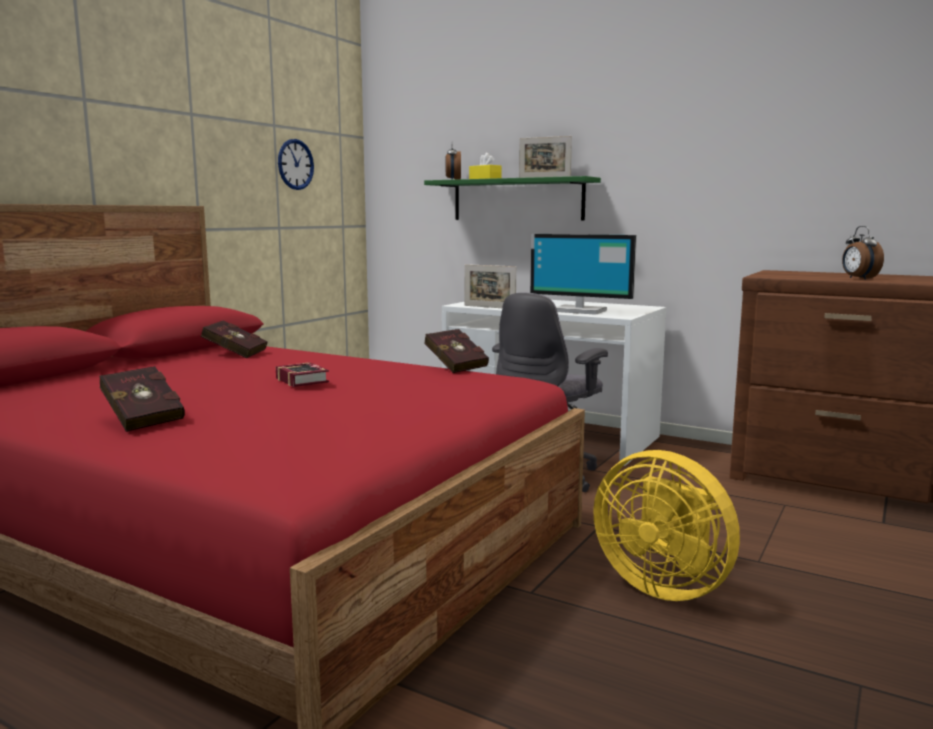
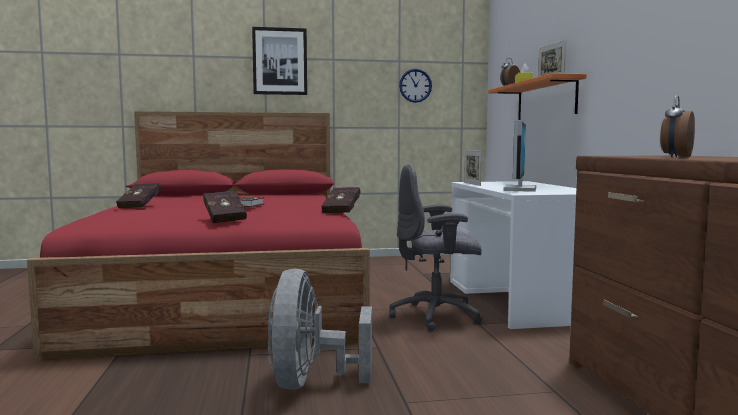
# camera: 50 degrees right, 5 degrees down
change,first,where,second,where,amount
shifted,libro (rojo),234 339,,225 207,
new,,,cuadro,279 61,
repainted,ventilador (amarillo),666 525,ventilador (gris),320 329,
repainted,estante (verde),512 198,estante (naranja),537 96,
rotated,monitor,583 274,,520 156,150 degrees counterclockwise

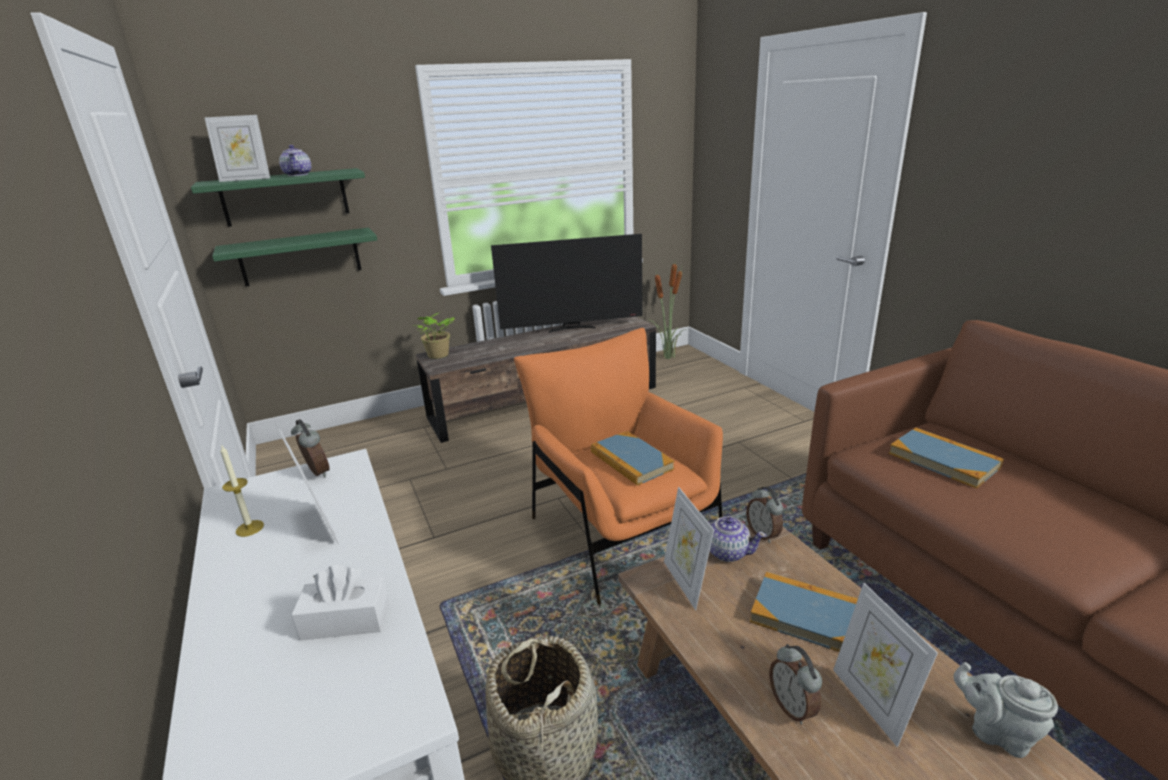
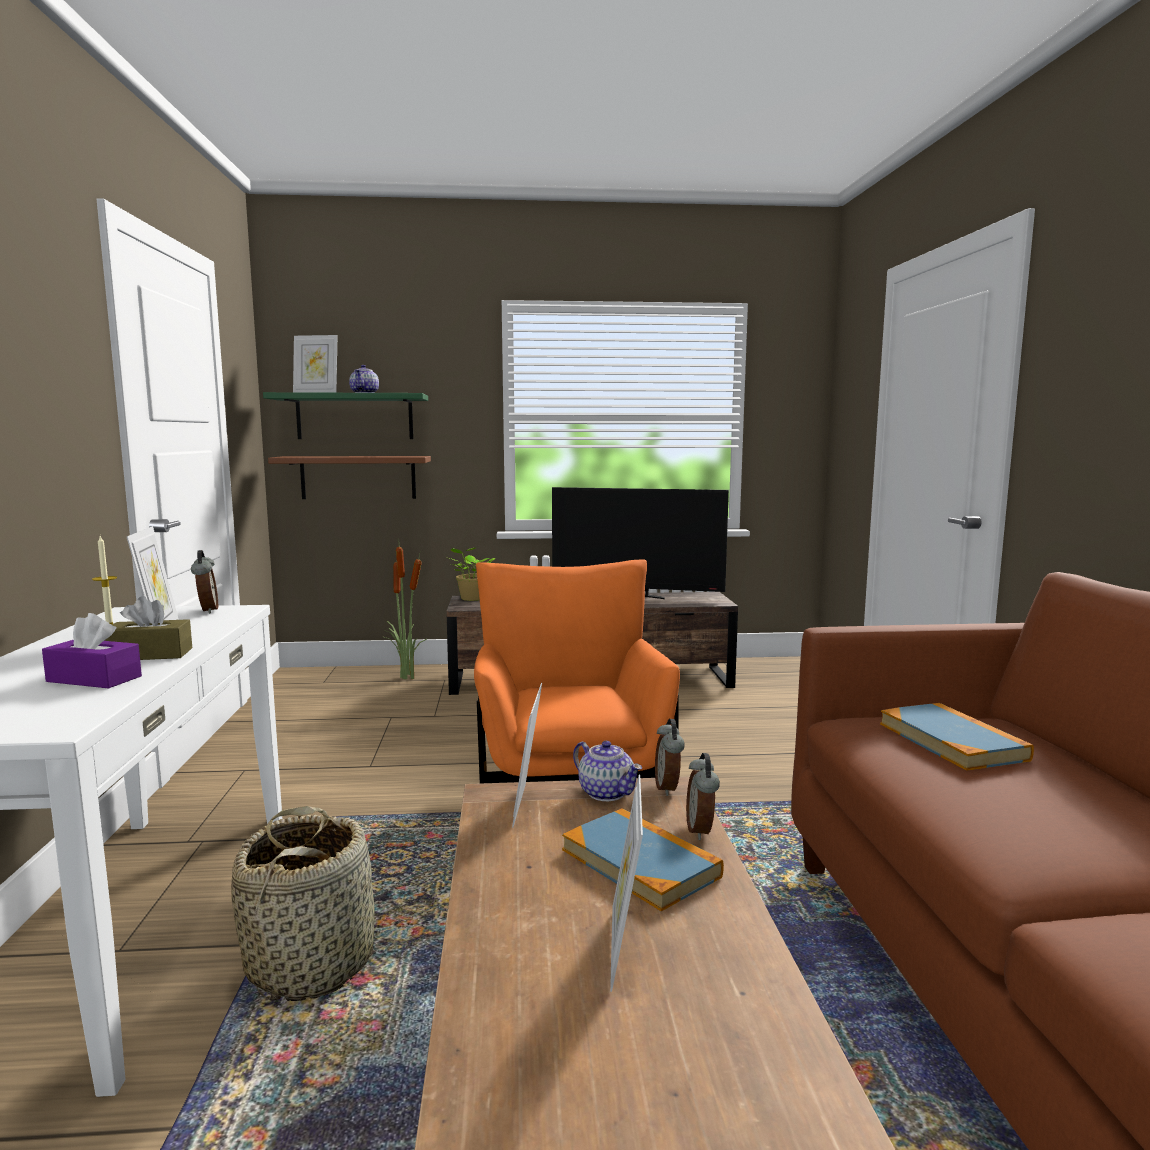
# camera: 20 degrees right, 15 degrees down
change,first,where,second,where,amount
repainted,caja de pañuelos (blanco),340 603,caja de pañuelos (morado),92 650,
new,,,caja de pañuelos (marrón),148 628,
repainted,estante (verde),294 257,estante (marrón),349 477,
shifted,planta en maceta,668 309,,405 612,
shifted,despertador,795 684,,703 796,
gone,libro,633 458,,,
gone,tetera (gris),1006 710,,,

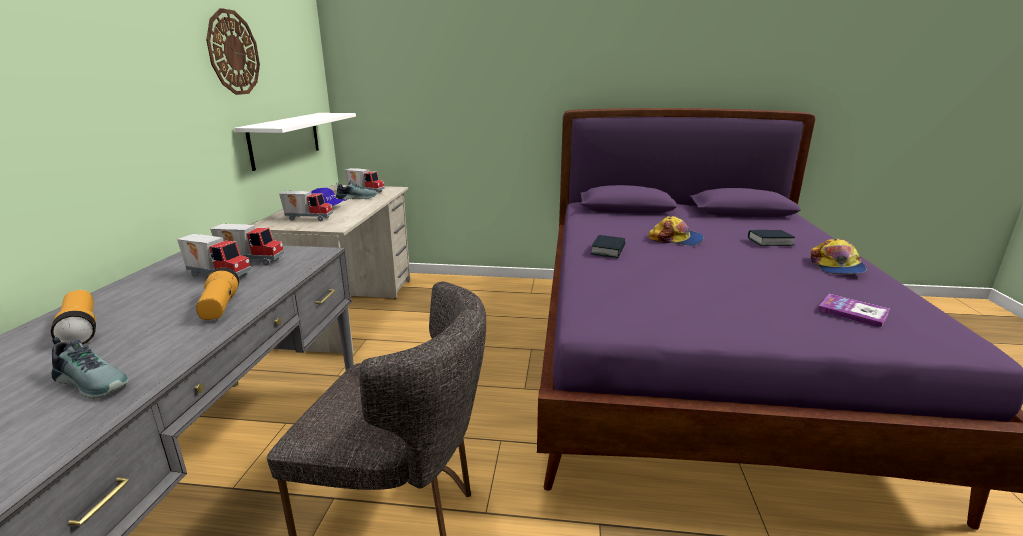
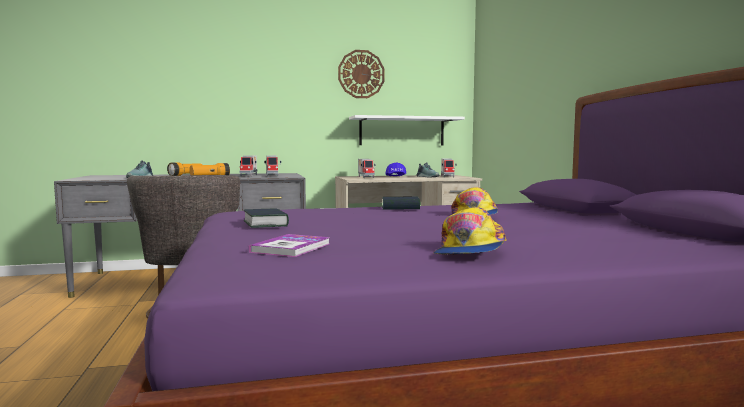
# camera: 70 degrees right, 15 degrees down
change,first,where,second,where,amount
shifted,libro,771 238,,266 218,
rotated,gorra,839 256,,470 231,60 degrees counterclockwise

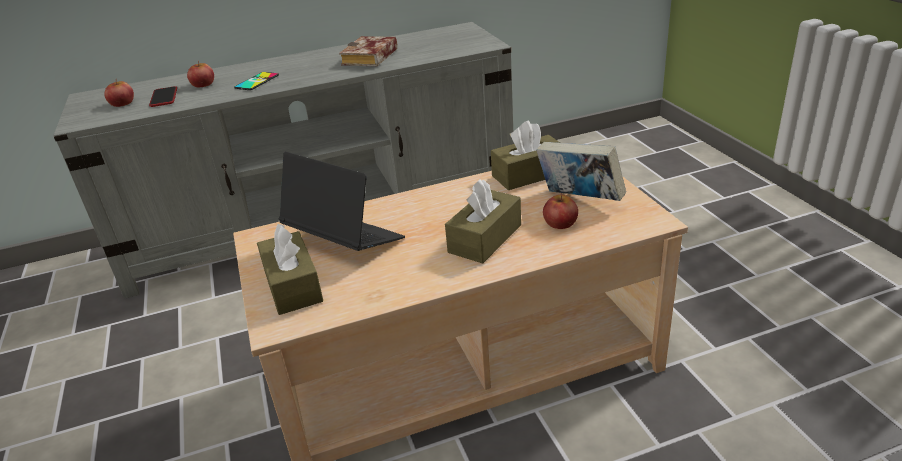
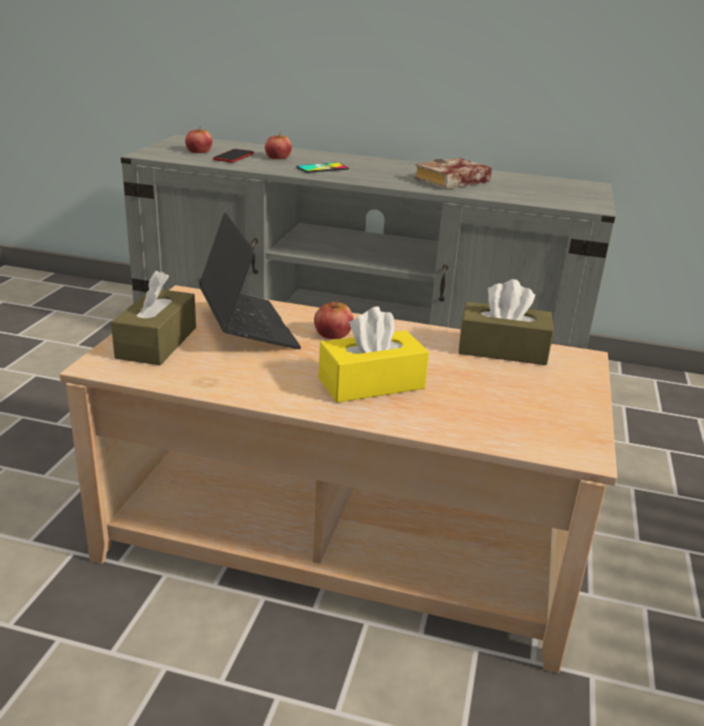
# camera: 30 degrees right, 5 degrees down
change,first,where,second,where,amount
shifted,manzana,560 211,,334 319,
repainted,caja de pañuelos (marrón),483 221,caja de pañuelos (amarillo),374 354,
gone,libro,581 171,,,

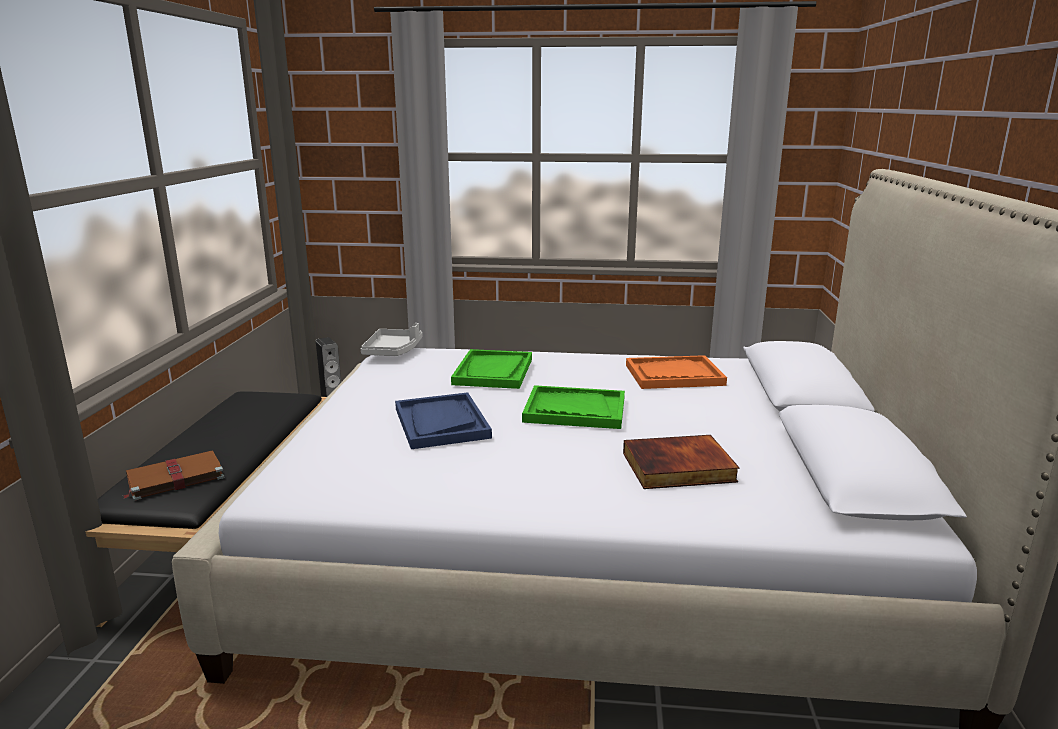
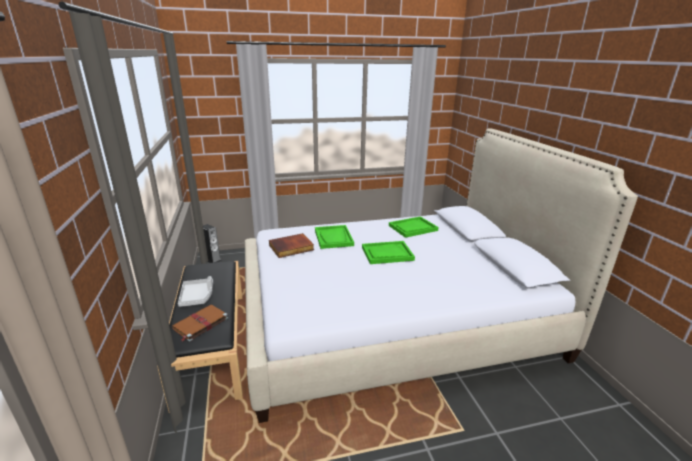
# camera: 20 degrees left, 5 degrees up
change,first,where,second,where,amount
shifted,bandeja (gris),391 339,,195 291,
shifted,libro,681 462,,291 245,
repainted,bandeja (naranja),676 372,bandeja (verde),414 227,
gone,bandeja (azul),443 420,,,

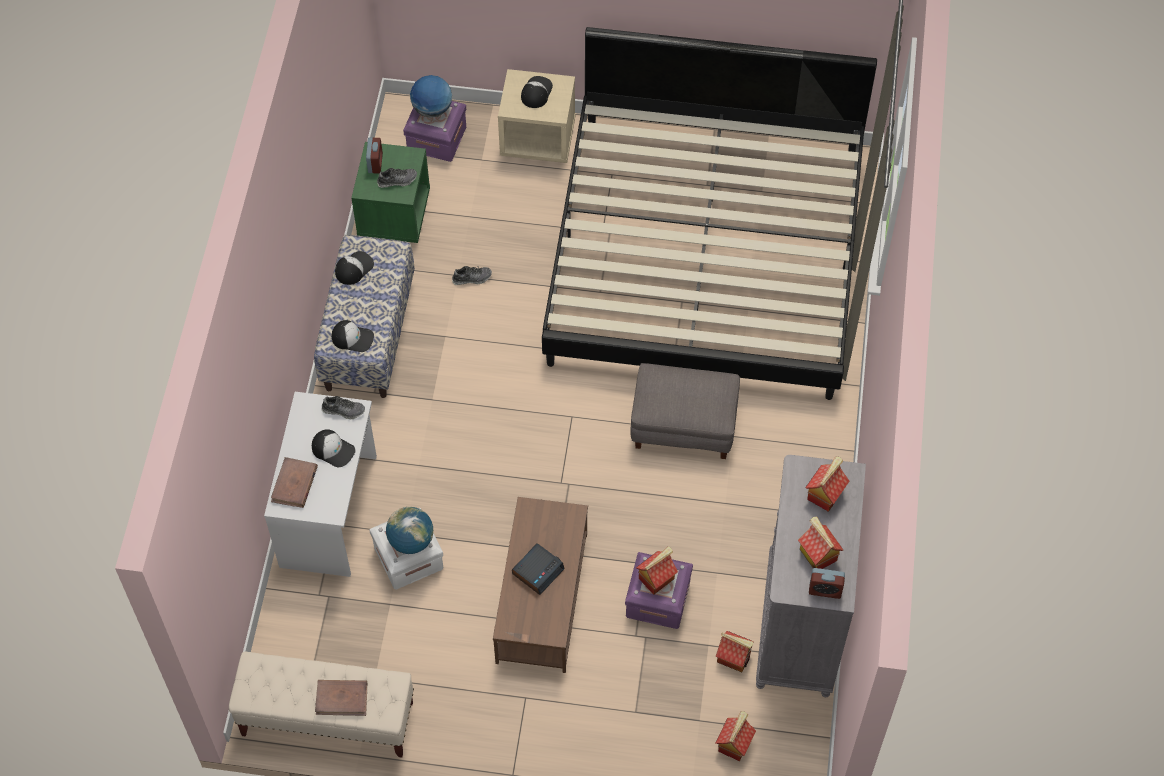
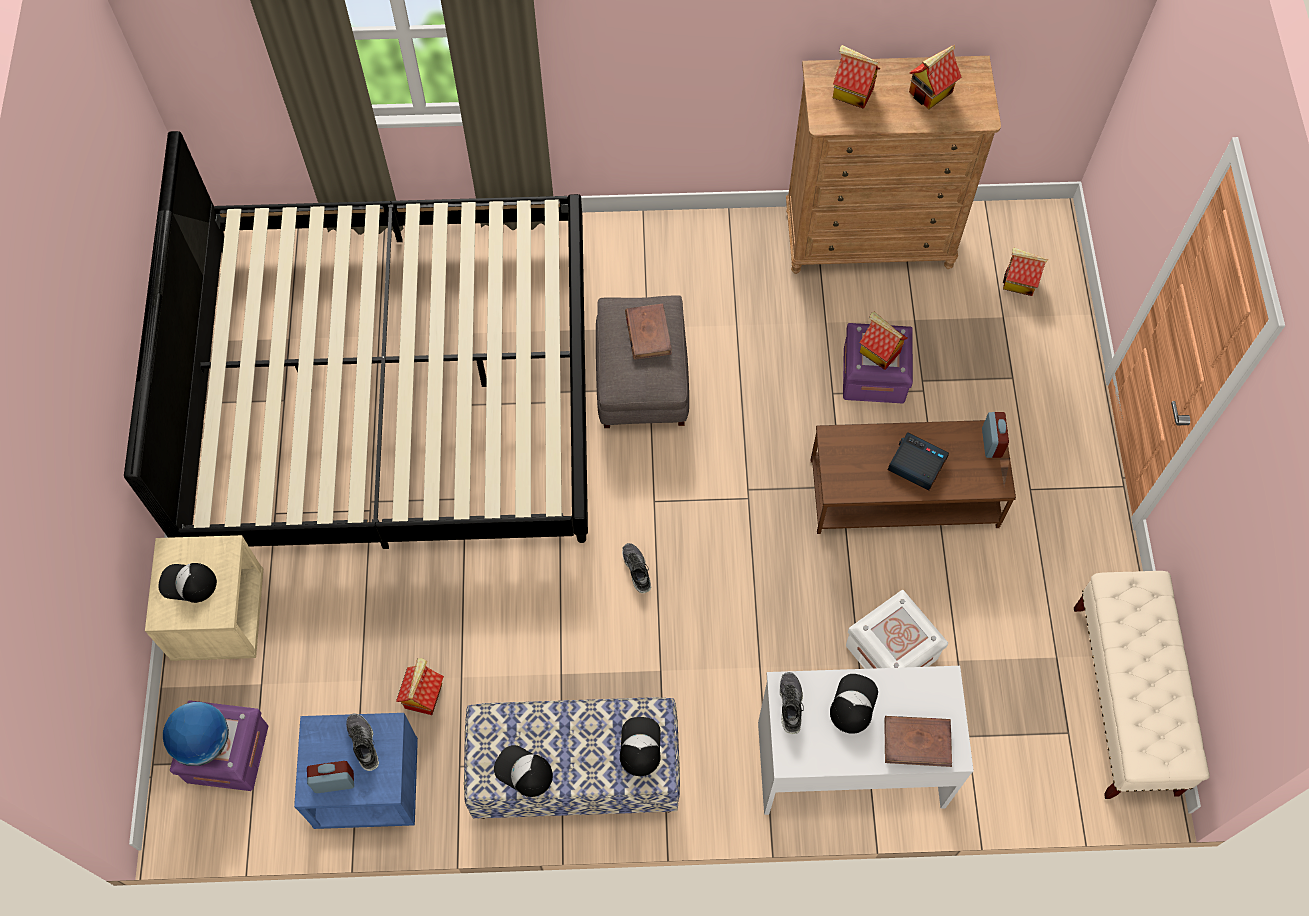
# camera: 100 degrees left, 5 degrees up
change,first,where,second,where,amount
repainted,mesita de noche (verde),391 192,mesita de noche (azul),356 771,
shifted,casita,734 651,,420 686,
shifted,zapato,472 275,,636 568,
shifted,libro (marrón),341 698,,648 331,
repainted,cómoda (gris),811 576,cómoda (marrón),893 165,
shifted,despertador,827 583,,995 435,
gone,globo terráqueo,409 530,,,

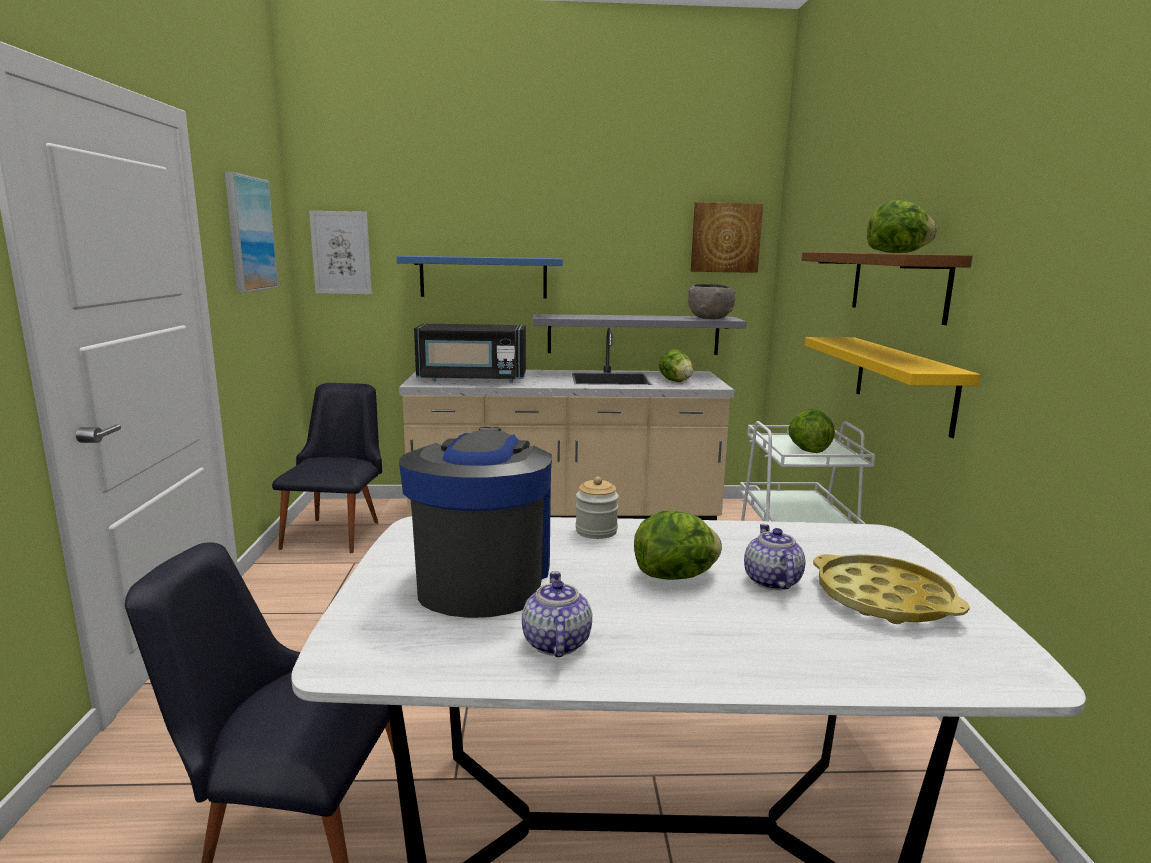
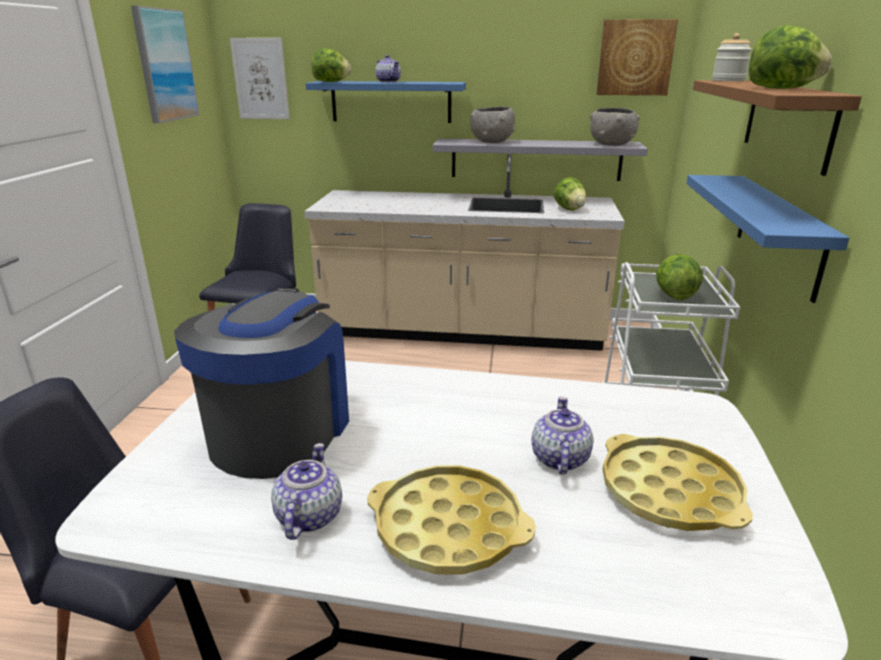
# camera: 10 degrees right, 10 degrees up
change,first,where,second,where,amount
shifted,lechuga,678 545,,331 65,
new,,,bandeja (amarillo),451 519,
new,,,tetera,388 68,
new,,,cuenco (gris),492 125,
repainted,estante (amarillo),892 387,estante (azul),767 239,
shifted,tarro,597 508,,732 57,
gone,microondas (negro),470 353,,,

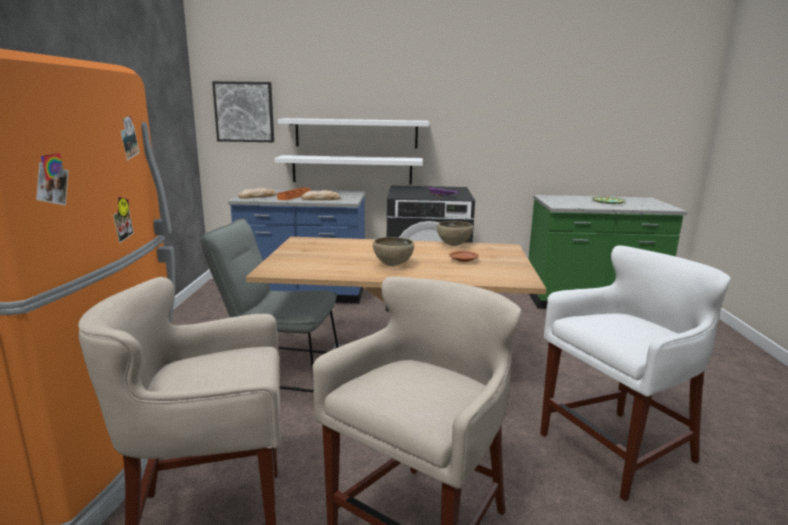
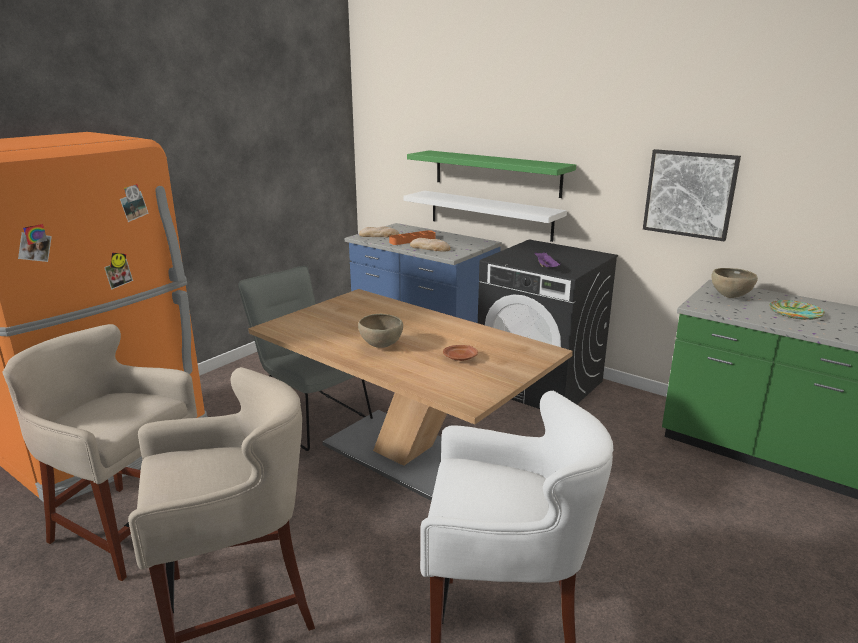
# camera: 35 degrees right, 5 degrees up
change,first,where,second,where,amount
repainted,estante (blanco),353 133,estante (verde),491 174,
shifted,cuadro,243 111,,692 195,
shifted,cuenco (marrón),455 233,,734 283,

